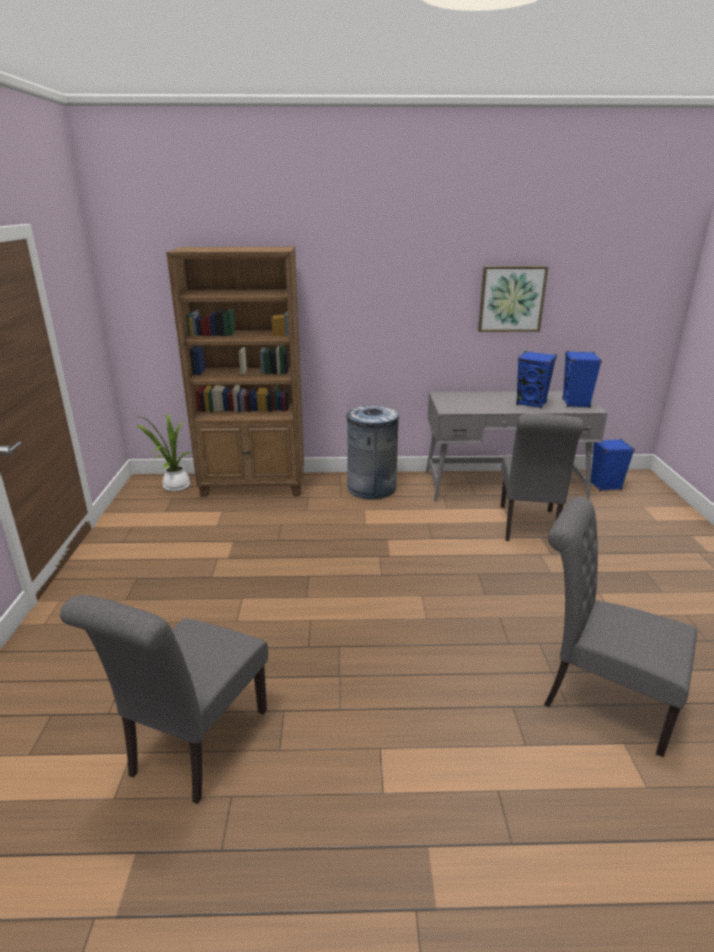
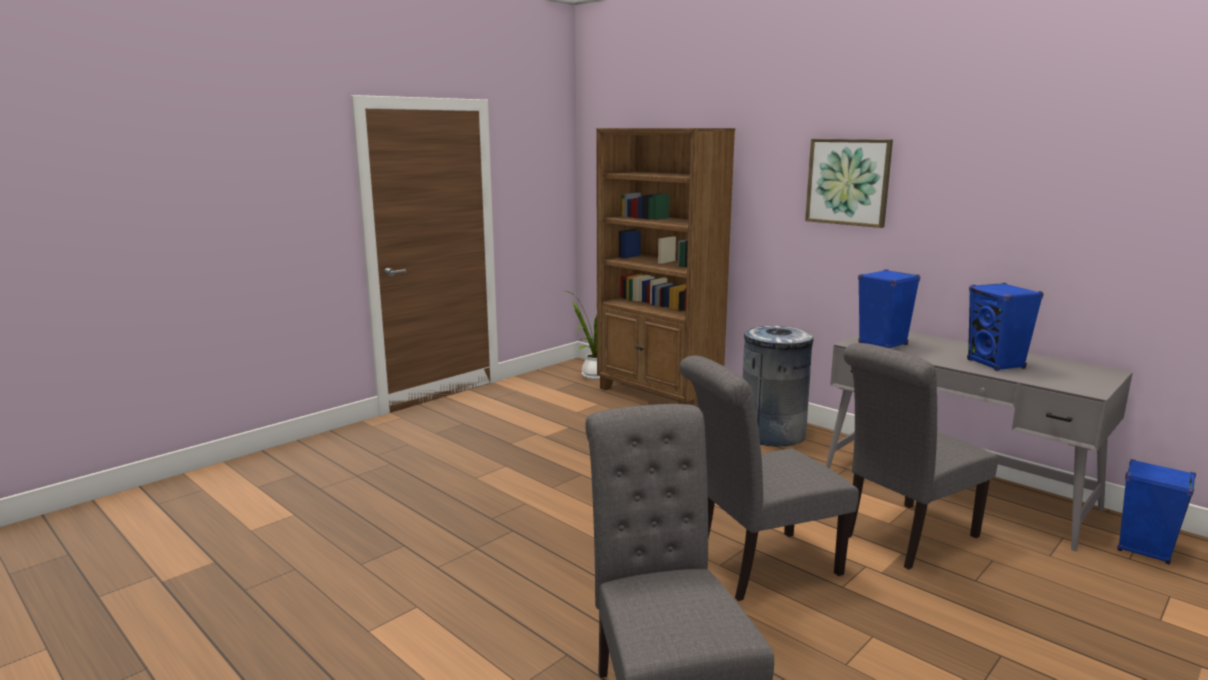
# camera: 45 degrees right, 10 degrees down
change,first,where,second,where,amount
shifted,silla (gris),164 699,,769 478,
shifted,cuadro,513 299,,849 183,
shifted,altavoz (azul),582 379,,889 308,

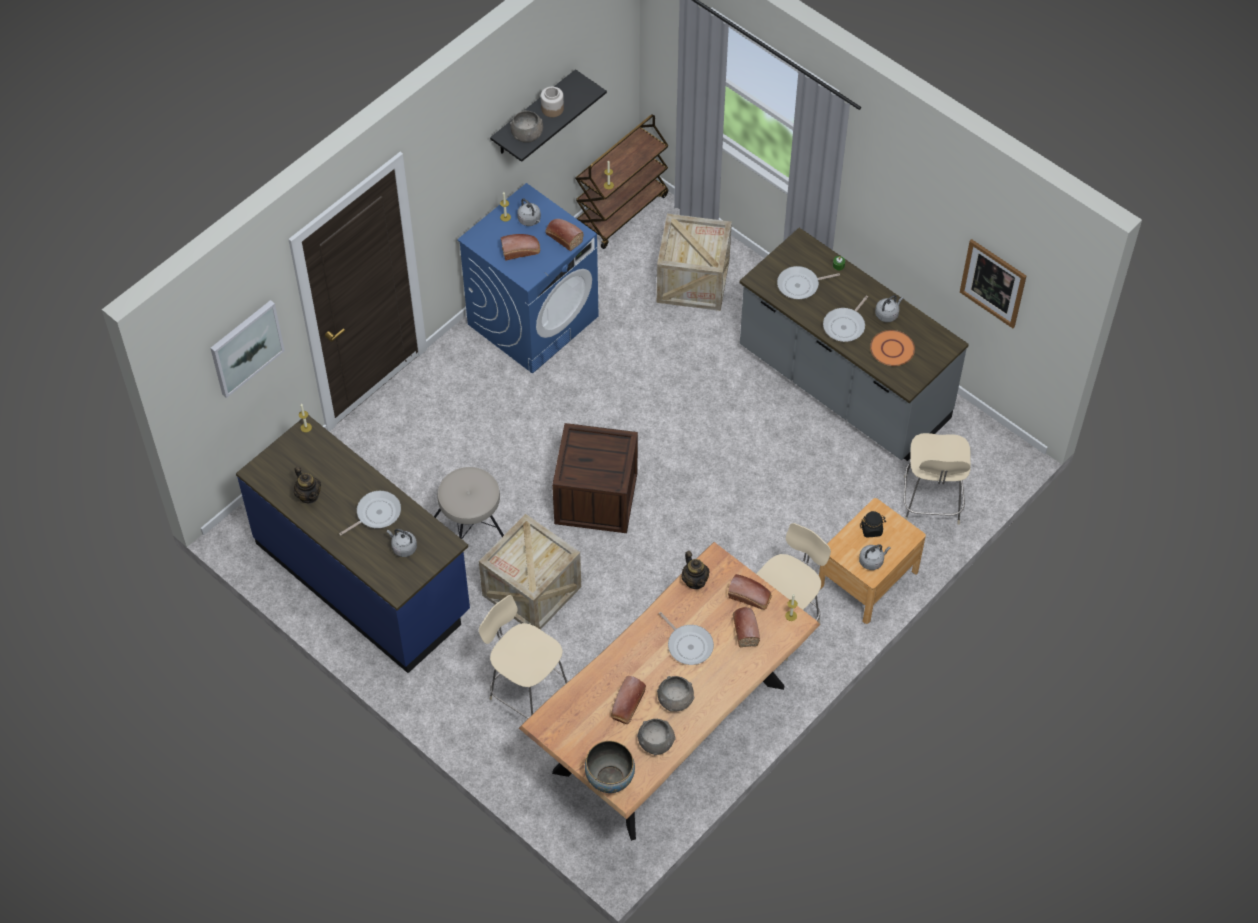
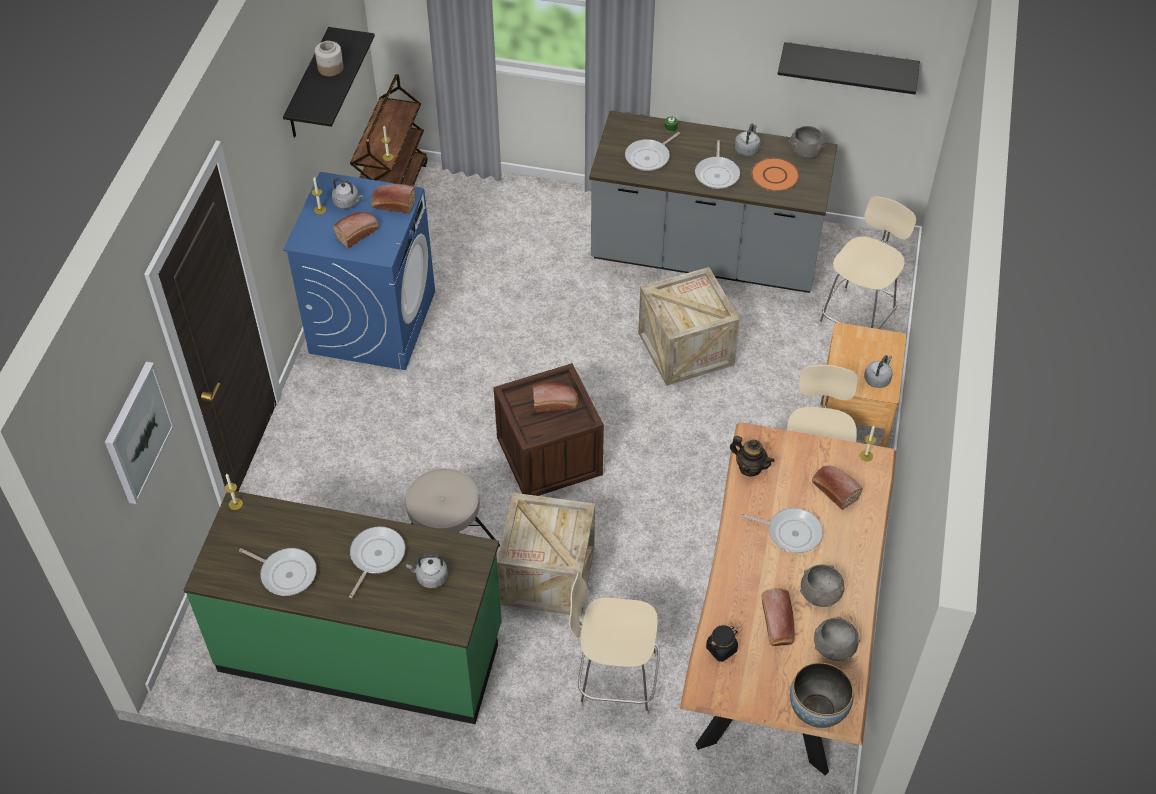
# camera: 30 degrees left, 5 degrees down
change,first,where,second,where,amount
repainted,mueble bajo de cocina (azul),353 544,mueble bajo de cocina (verde),343 607,
swapped,tetera,307 484,sartén,278 572,
shifted,pan,750 592,,555 398,
shifted,caja de embalaje,694 262,,689 326,
shifted,tarro (negro),872 524,,722 643,
swapped,cuadro,993 283,estante (negro),849 68,
shifted,cuenco (gris),526 126,,807 142,
rotated,silla (beis),937 479,,867 262,120 degrees counterclockwise

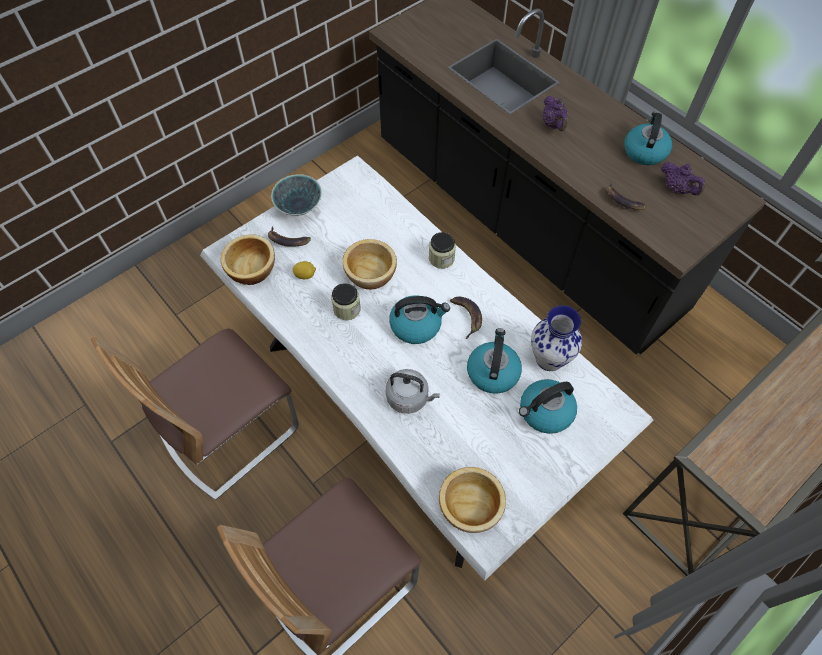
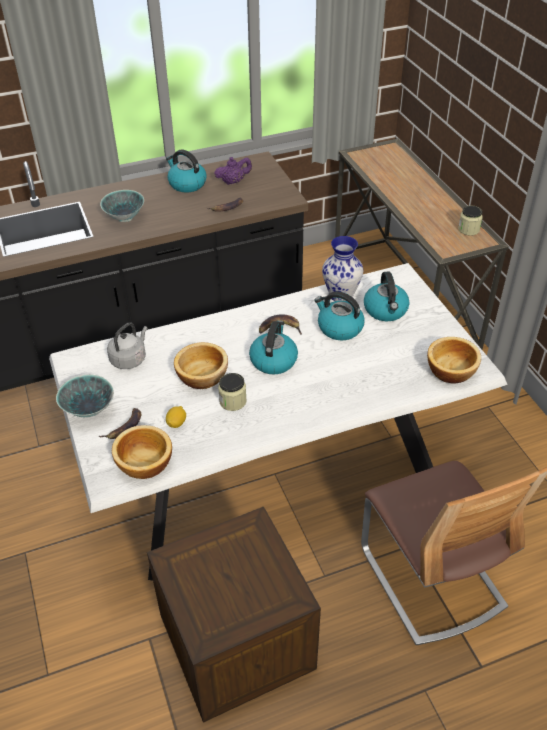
# camera: 70 degrees left, 15 degrees down
change,first,where,second,where,amount
swapped,tetera (morado),555 113,cuenco,122 206,
shifted,hervidor (gris),413 391,,127 346,
swapped,silla,195 414,caja de embalaje,234 615,
shifted,tarro,442 250,,470 221,

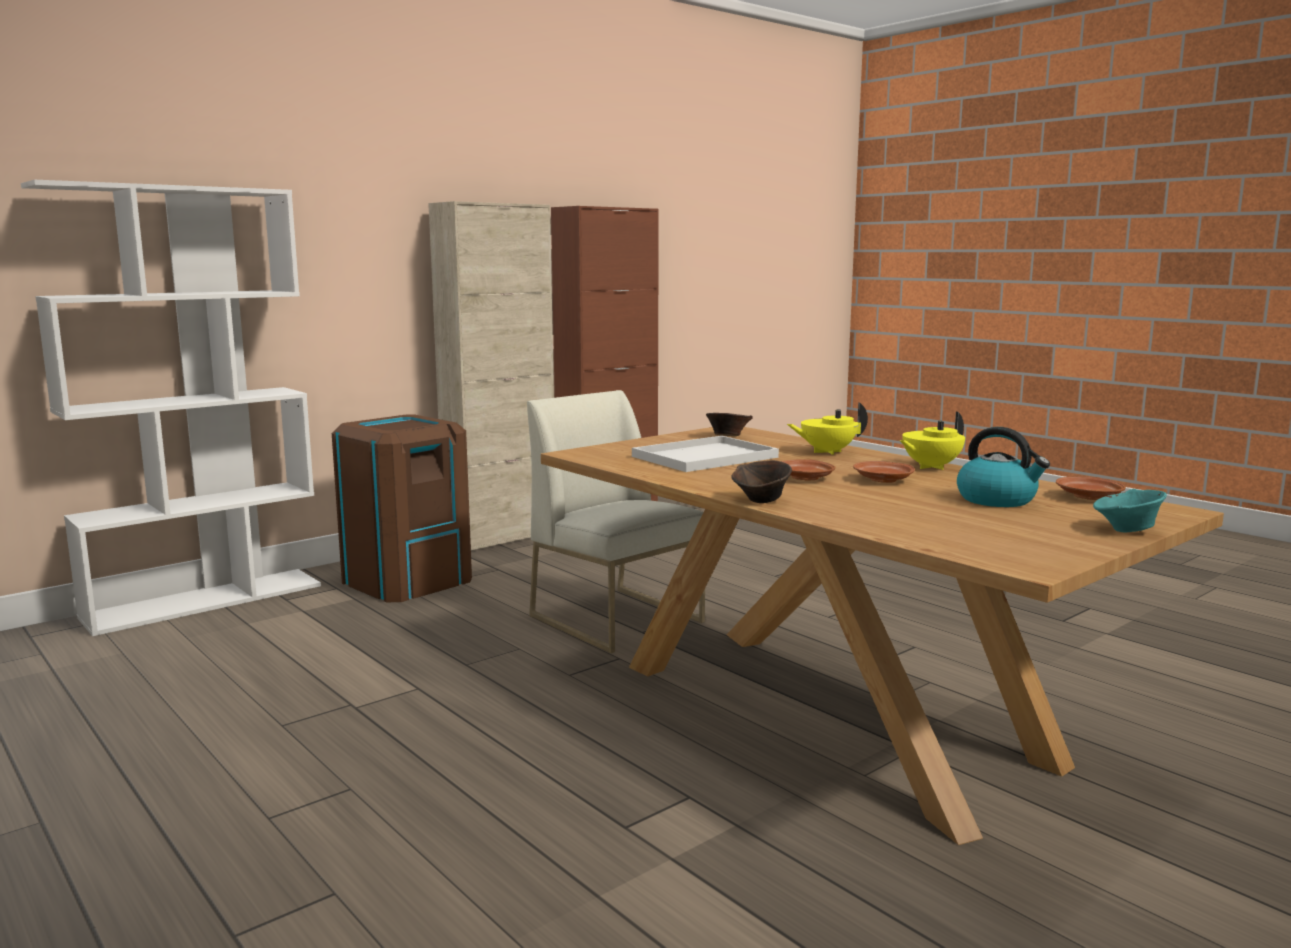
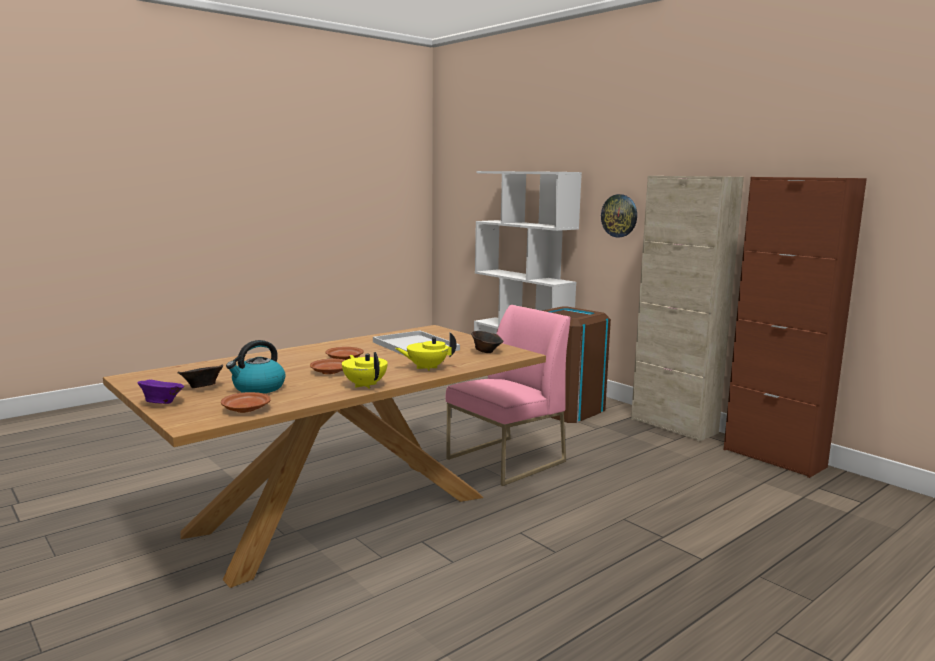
# camera: 90 degrees right, 0 degrees up
change,first,where,second,where,amount
repainted,cuenco (turquesa),1130 510,cuenco (morado),160 392,
shifted,cuenco (marrón),761 481,,200 376,
rotated,tetera (amarillo),827 428,,426 351,90 degrees counterclockwise
repainted,silla (blanco),616 521,silla (rosa),508 395,
new,,,reloj de pared,619 215,

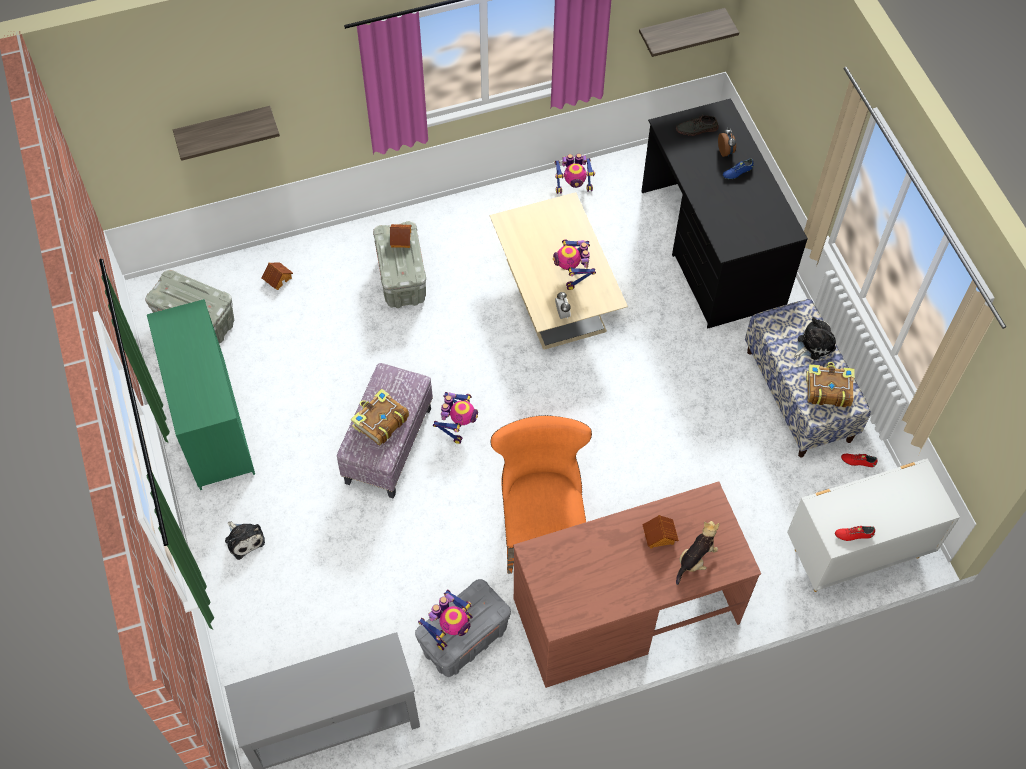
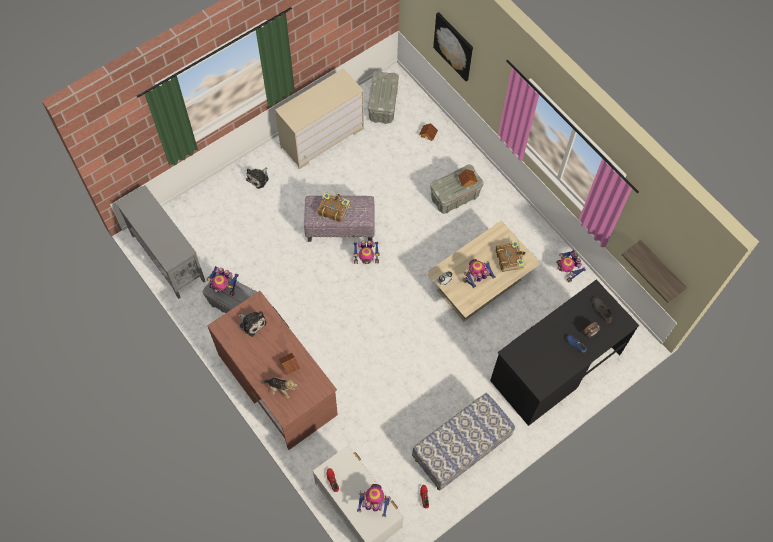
# camera: 70 degrees right, 5 degrees up
change,first,where,second,where,amount
shifted,peluche,815 338,,252 324,
repainted,cómoda (verde),201 394,cómoda (beis),319 118,
new,,,robot de juguete,374 500,
swapped,estante,226 133,cuadro,453 46,
shifted,libro,830 384,,511 256,
gone,silla (naranja),541 494,,,

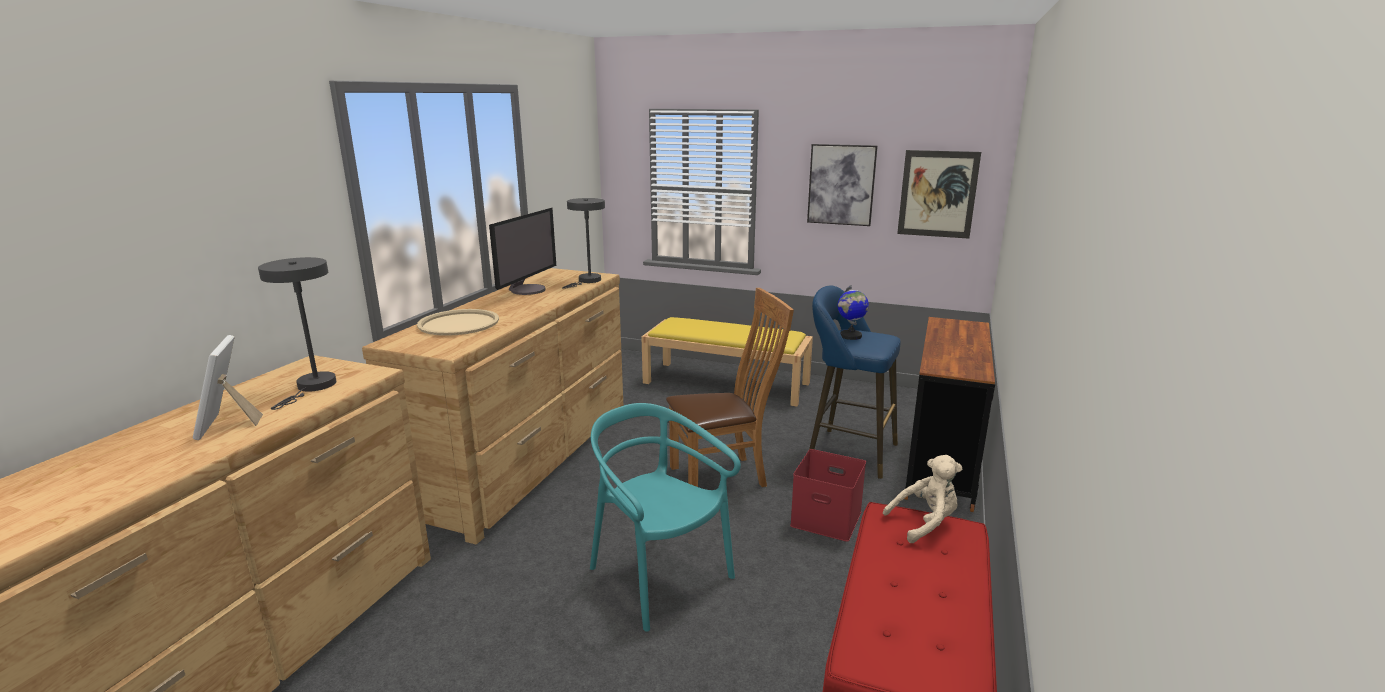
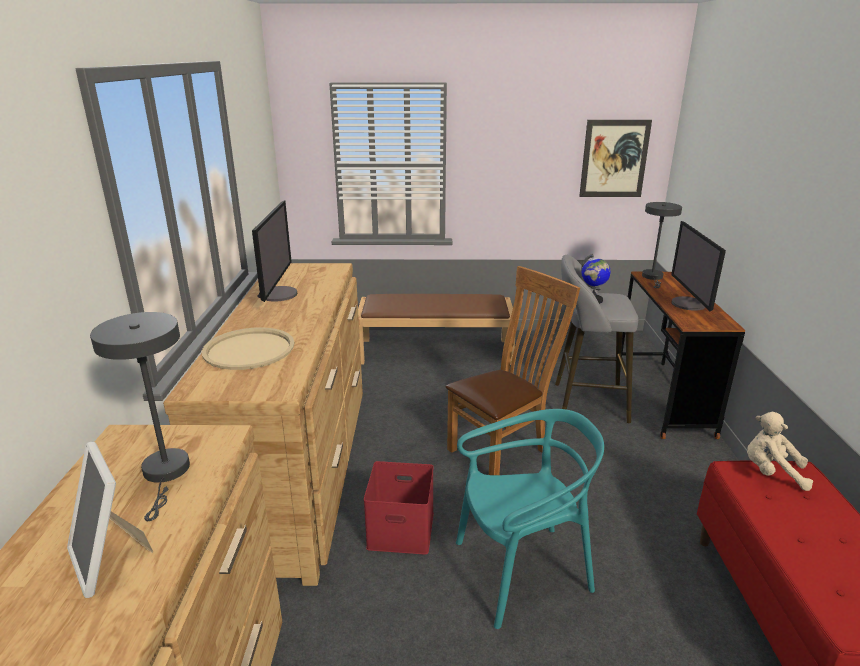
# camera: 20 degrees left, 5 degrees up
change,first,where,second,where,amount
repainted,banco (amarillo),727 361,banco (marrón),437 329,
shifted,caja de almacenaje (rojo),828 495,,399 508,
rotated,silla (turquesa),665 517,,530 519,135 degrees clockwise
repainted,taburete (azul),855 382,taburete (gris),596 339,
shifted,lámpara de mesa (gris),583 243,,662 245,
new,,,monitor,698 266,
rotated,peluche (beis),922 499,,780 451,120 degrees counterclockwise
gone,cuadro,842 185,,,

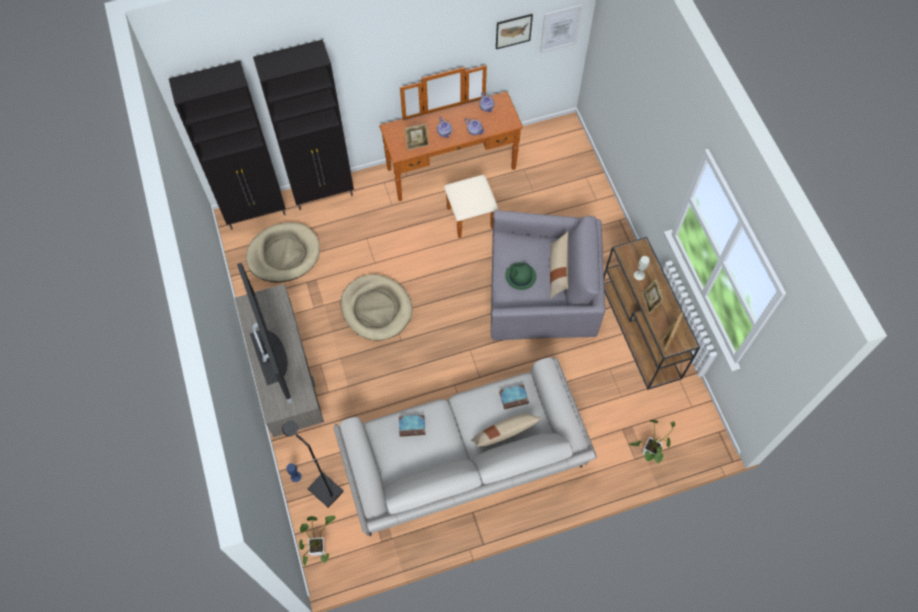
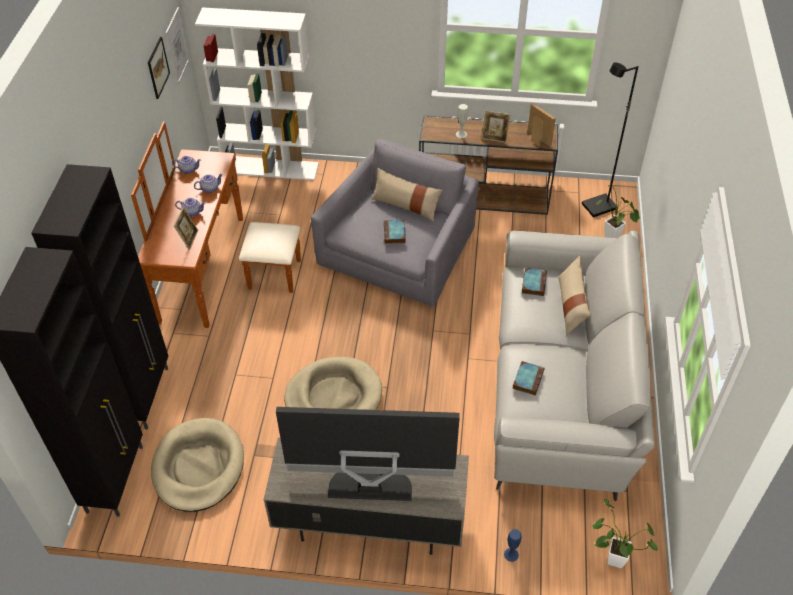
# camera: 65 degrees left, 15 degrees down
change,first,where,second,where,amount
new,,,estantería (blanco),257 93,
swapped,sombrero (verde),521 276,libro,395 232,
shifted,lámpara de pie (negro),313 464,,610 140,

